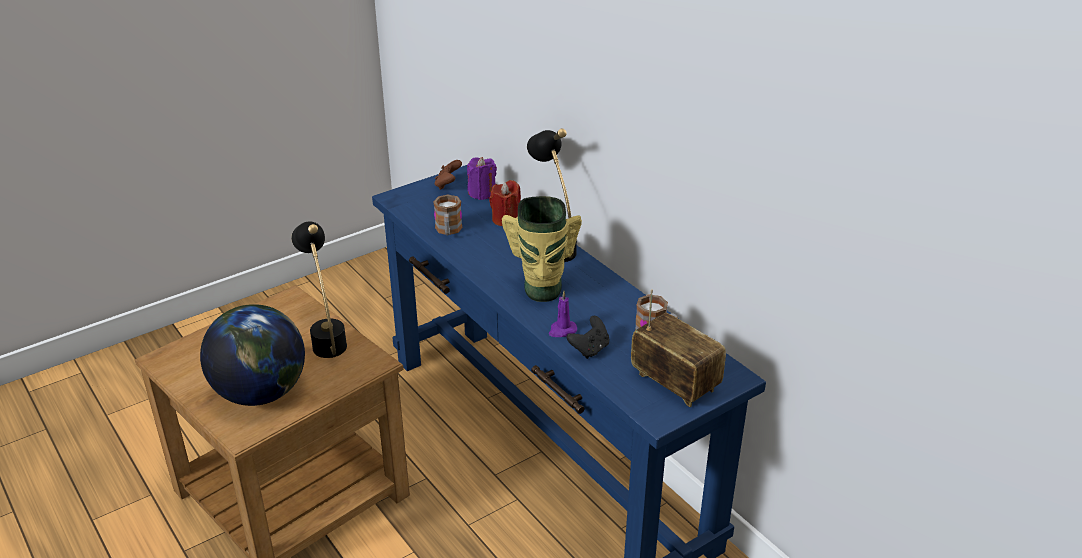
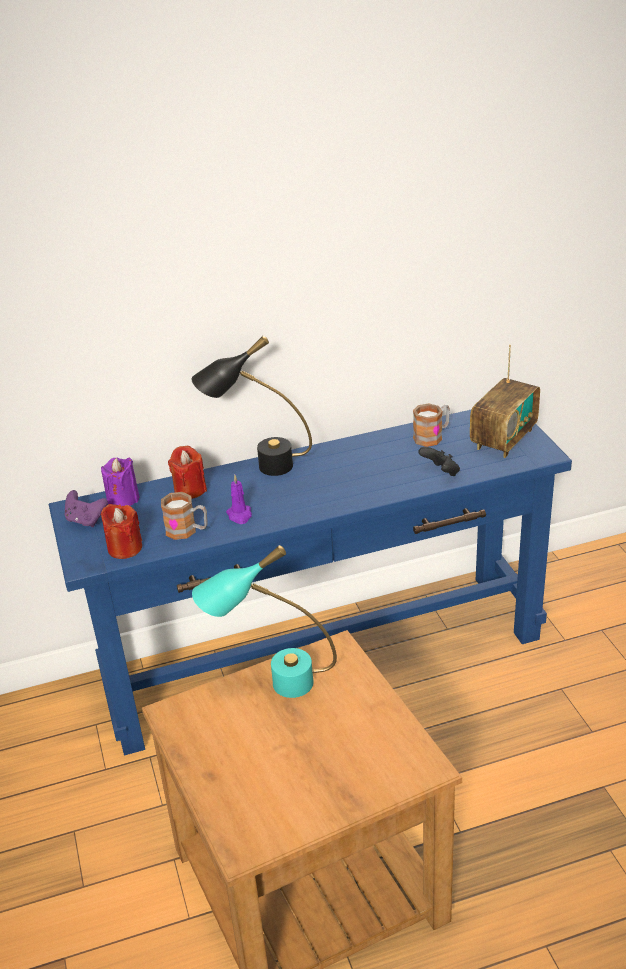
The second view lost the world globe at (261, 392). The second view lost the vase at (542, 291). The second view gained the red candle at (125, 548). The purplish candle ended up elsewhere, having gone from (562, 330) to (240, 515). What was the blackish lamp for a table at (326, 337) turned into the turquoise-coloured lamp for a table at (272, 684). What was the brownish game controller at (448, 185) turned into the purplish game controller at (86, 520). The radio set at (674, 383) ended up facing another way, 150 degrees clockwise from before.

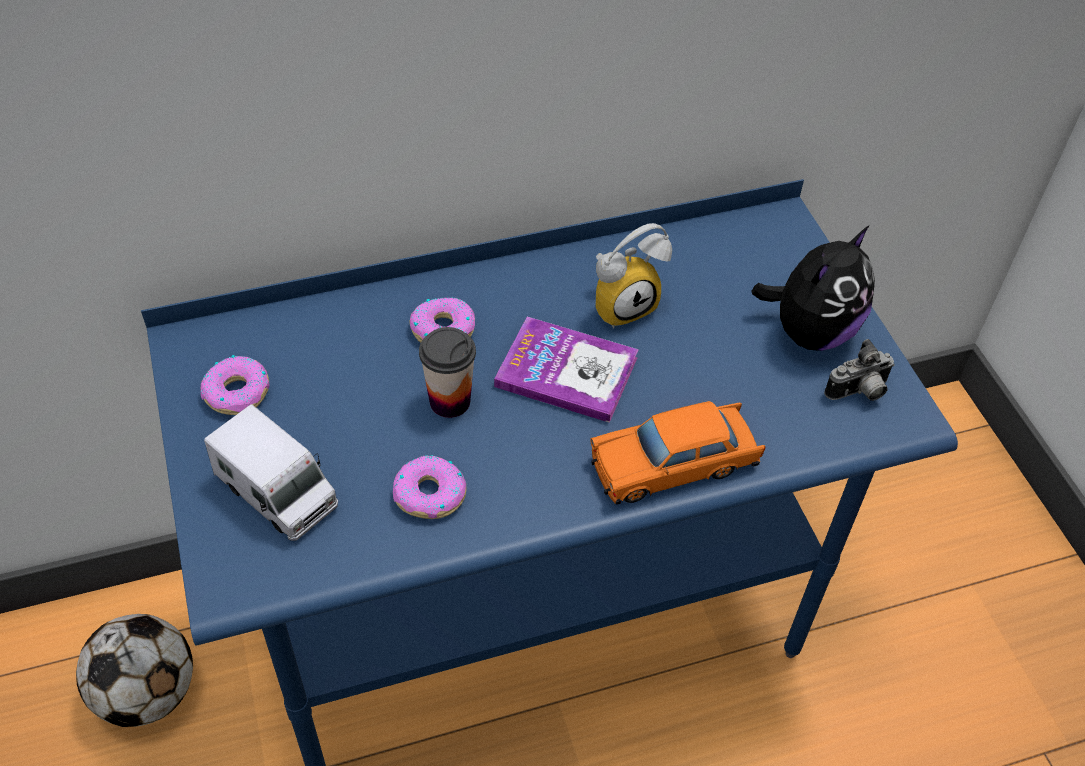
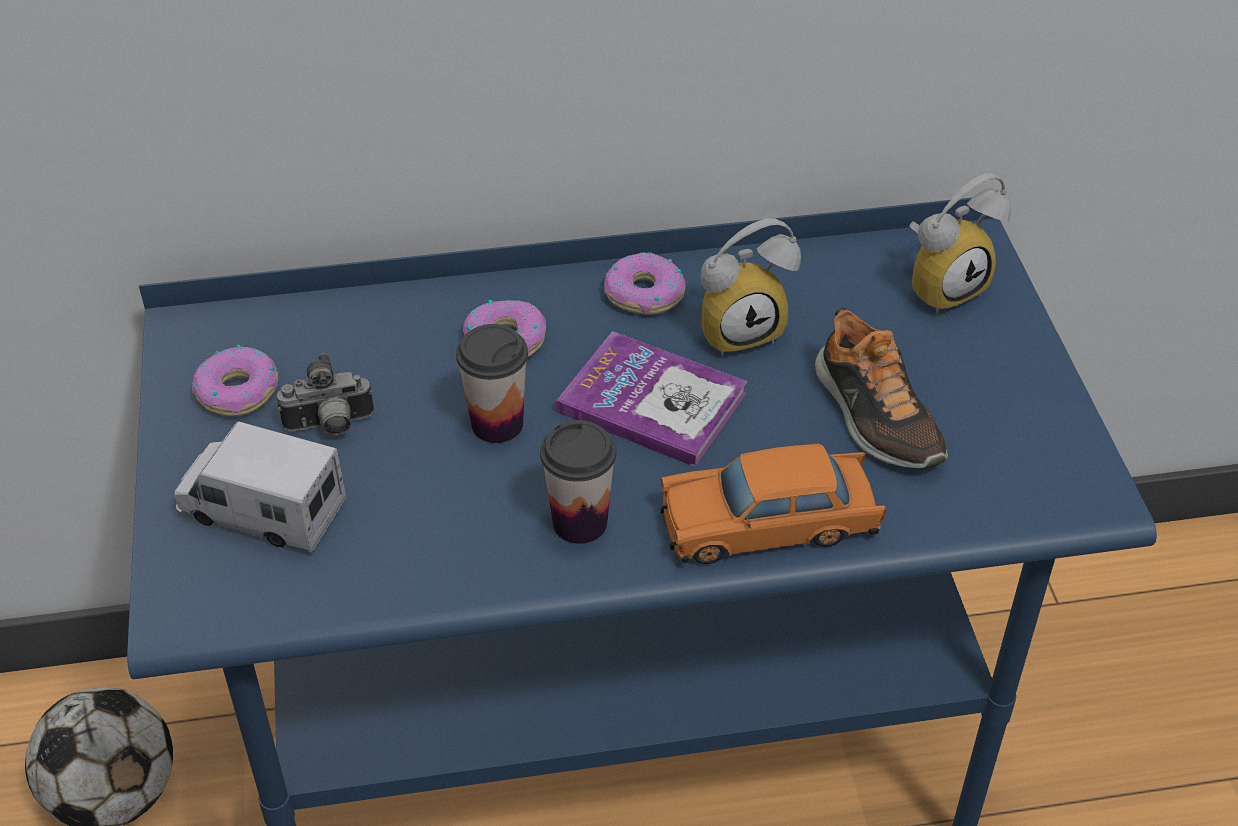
The second view lost the cuddly toy at (810, 331). The second view gained the cup at (580, 522). The second view gained the shoe at (875, 416). The second view gained the bedside clock at (943, 285). The donut ended up elsewhere, having gone from (429, 494) to (644, 294). The still camera ended up elsewhere, having gone from (859, 393) to (330, 426). The toy lorry at (277, 492) ended up facing another way, 150 degrees clockwise from before.

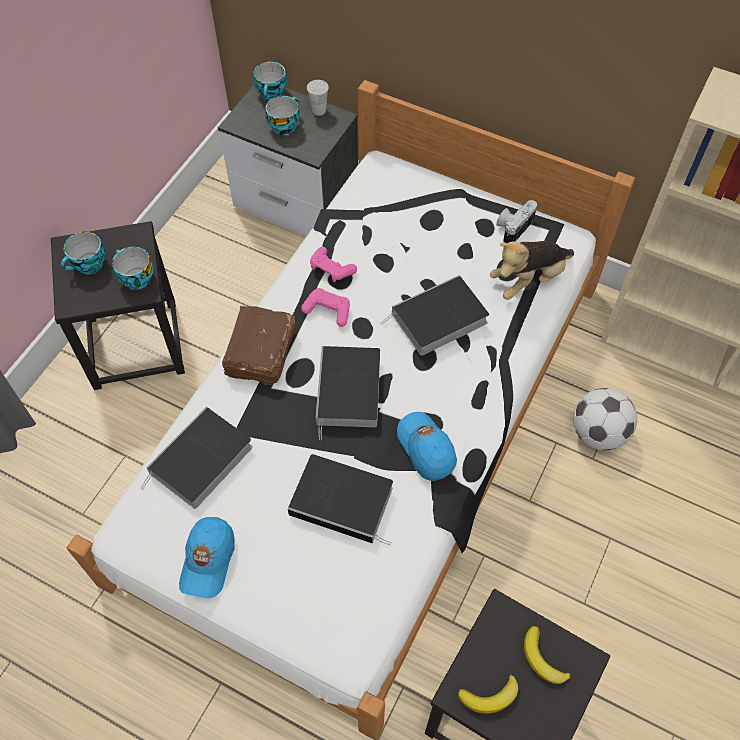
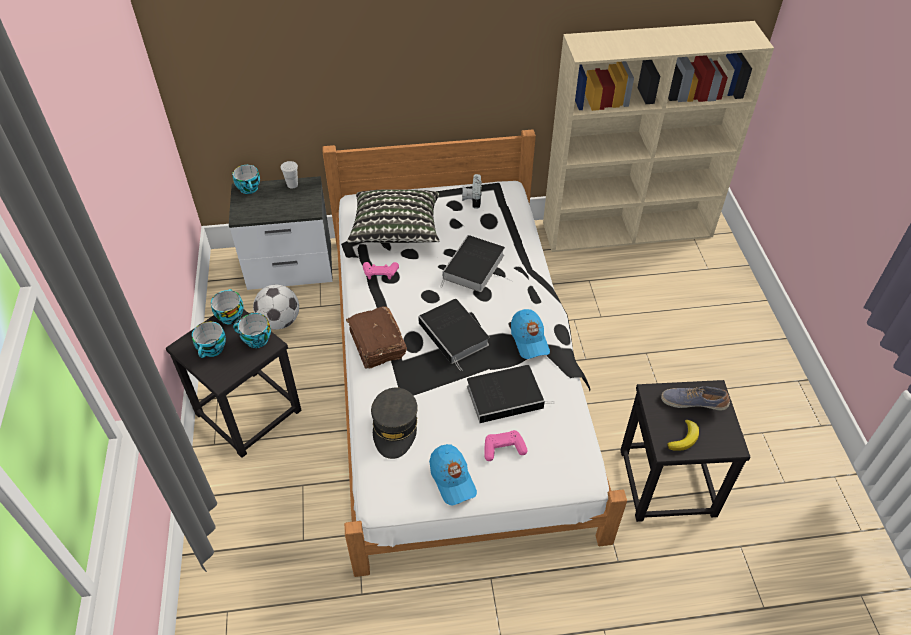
The second view lost the cuddly toy at (528, 280). The second view gained the cushion at (396, 231). The cup ended up elsewhere, having gone from (284, 125) to (230, 315). The pink-coloured game controller ended up elsewhere, having gone from (328, 310) to (503, 449). The ball for football ended up elsewhere, having gone from (598, 433) to (280, 321). Where the volume stood at (200, 463), the gray cap came to stand at (395, 428). Where the whole banana stood at (542, 659), the shoe came to stand at (693, 403). The bluish cap at (426, 449) ended up facing another way, 135 degrees counterclockwise from before.

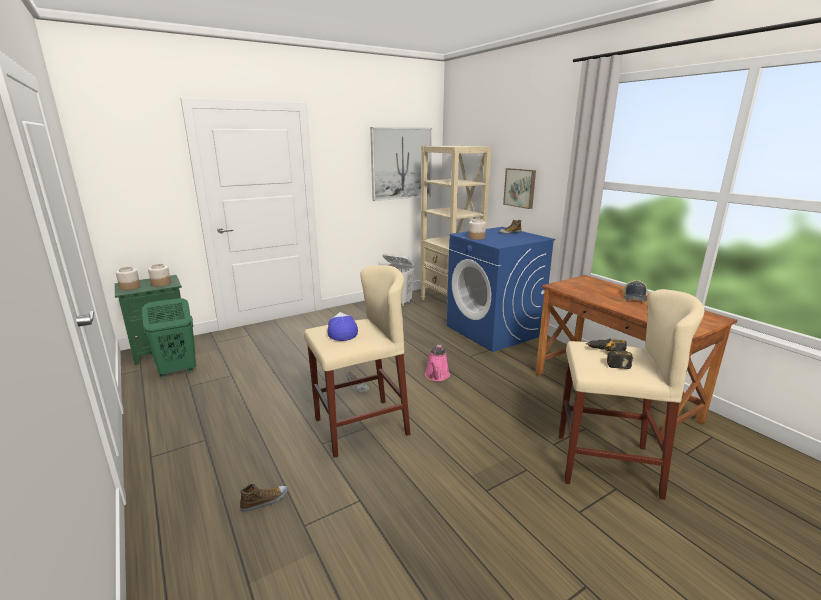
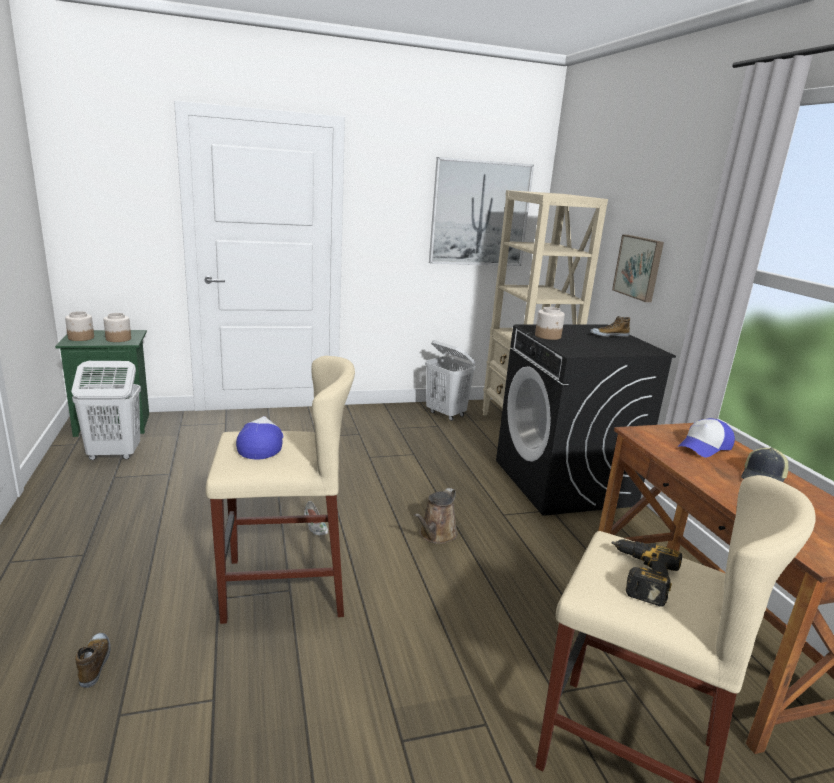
The second view gained the cap at (704, 447). What was the green laundry basket at (178, 371) turned into the whitish laundry basket at (114, 454). What was the pink-coloured watering pot at (437, 376) turned into the brownish watering pot at (436, 535). What was the bluish washing machine at (494, 331) turned into the blackish washing machine at (564, 483). The shoe at (265, 501) ended up facing another way, 90 degrees counterclockwise from before.

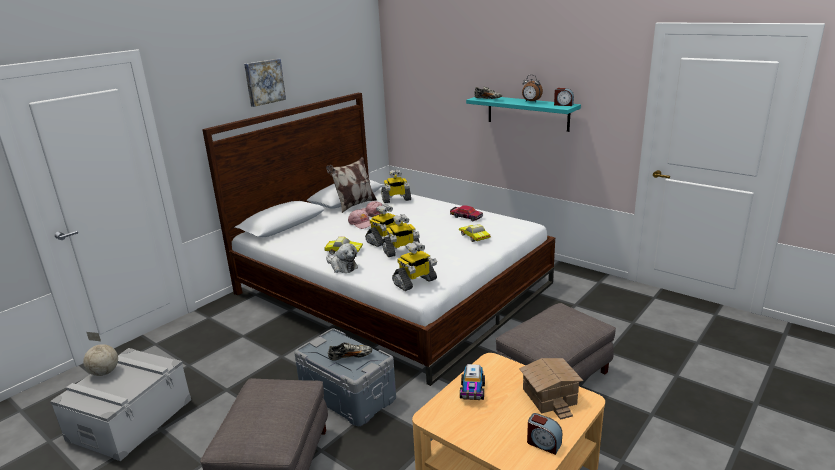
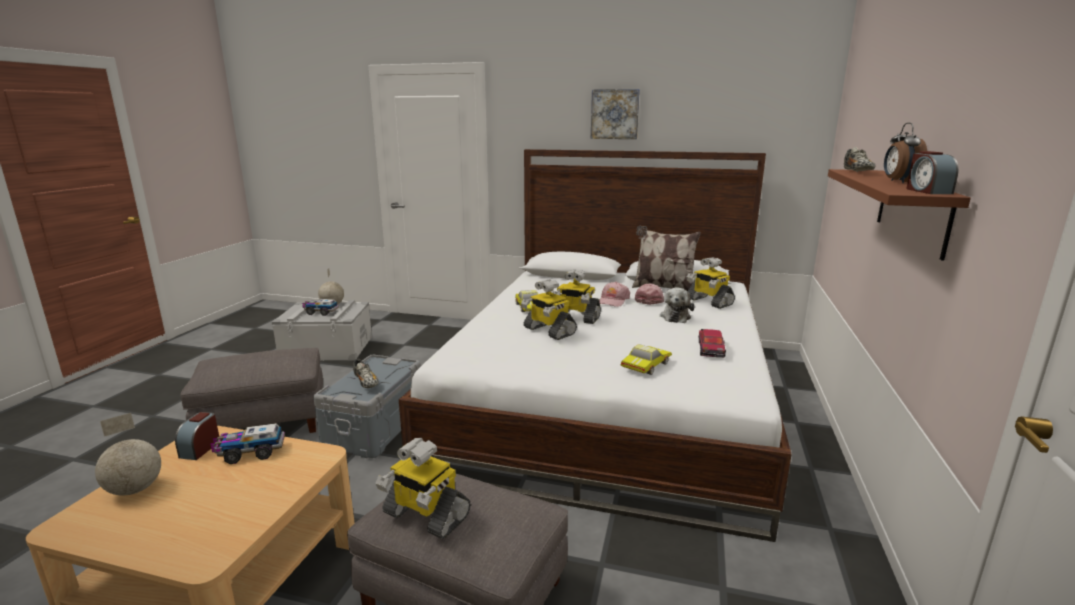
The second view lost the miniature house at (548, 396). The second view gained the world globe at (135, 489). The second view gained the toy lorry at (320, 312). The cuddly toy ended up elsewhere, having gone from (342, 267) to (675, 316). The model robot ended up elsewhere, having gone from (415, 282) to (425, 515). The bedside clock ended up elsewhere, having gone from (543, 443) to (200, 448). What was the turquoise-coloured shelf at (527, 113) turned into the brownish shelf at (912, 210).

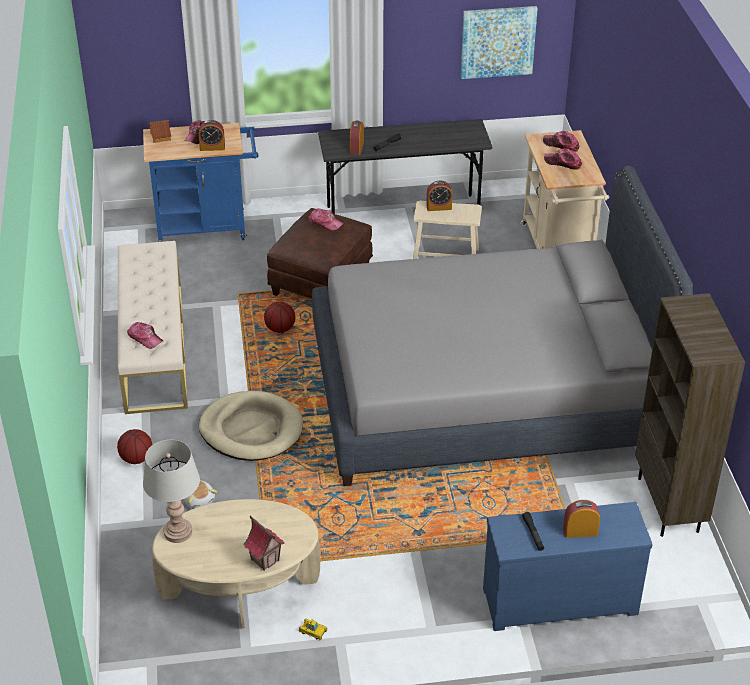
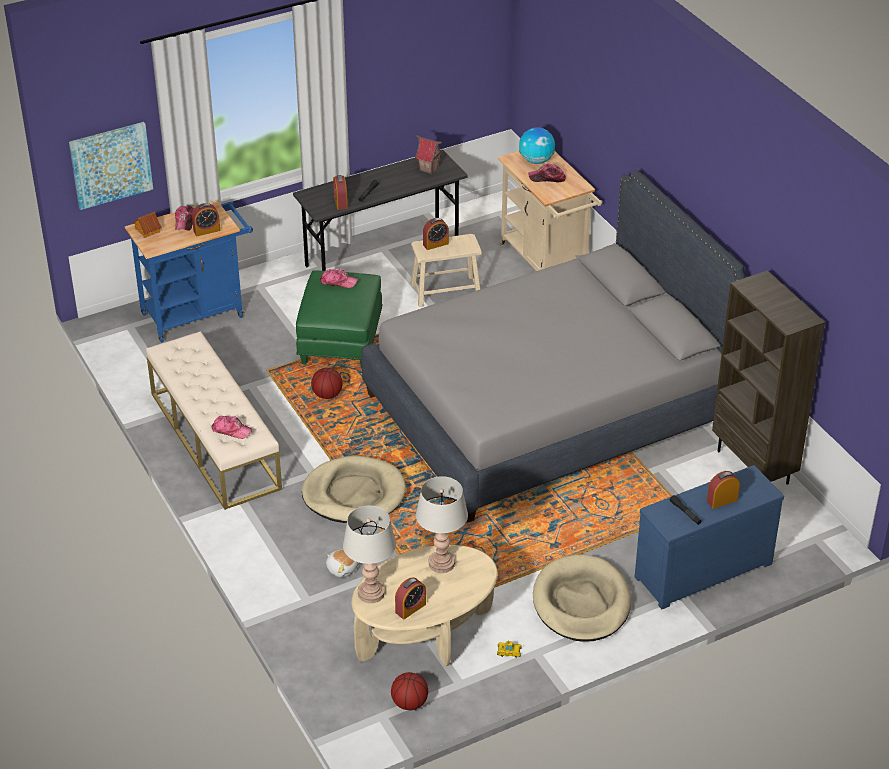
The second view gained the bedside clock at (410, 608). The second view gained the gray lamp for a table at (441, 563). The second view gained the beige-coloured pet bed at (581, 602). The basketball ended up elsewhere, having gone from (136, 458) to (409, 703). The miniature house ended up elsewhere, having gone from (265, 559) to (428, 168). The wall picture ended up elsewhere, having gone from (498, 41) to (111, 164). Where the cap stood at (561, 145), the world globe came to stand at (536, 161). What was the brownish ottoman at (320, 280) turned into the green ottoman at (340, 340).

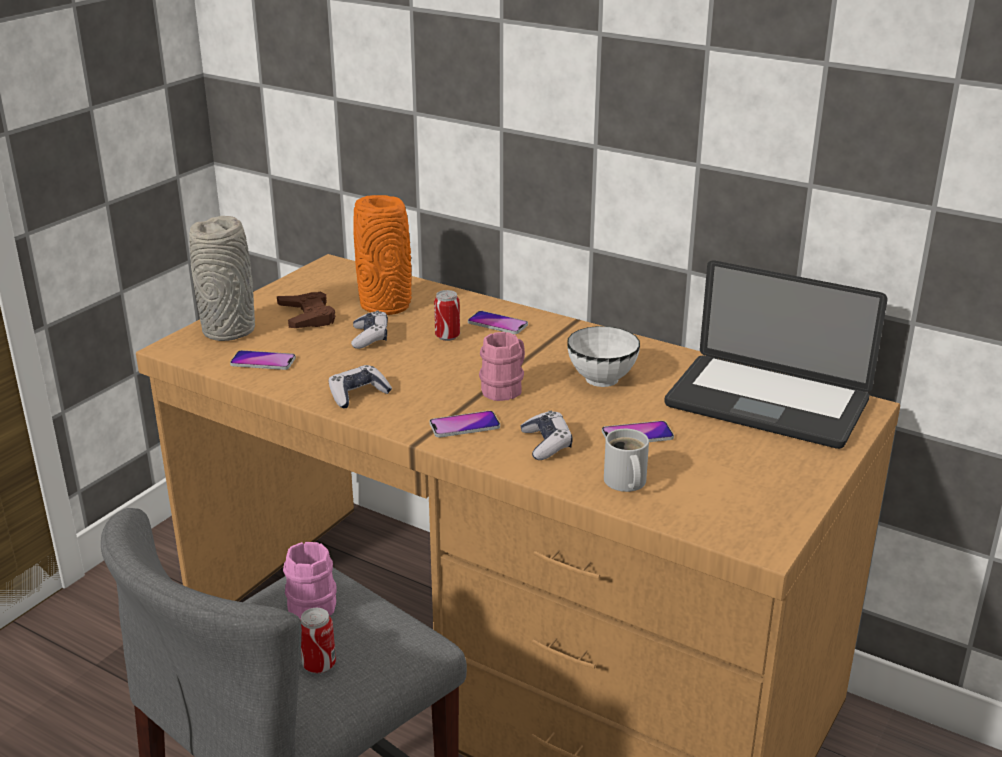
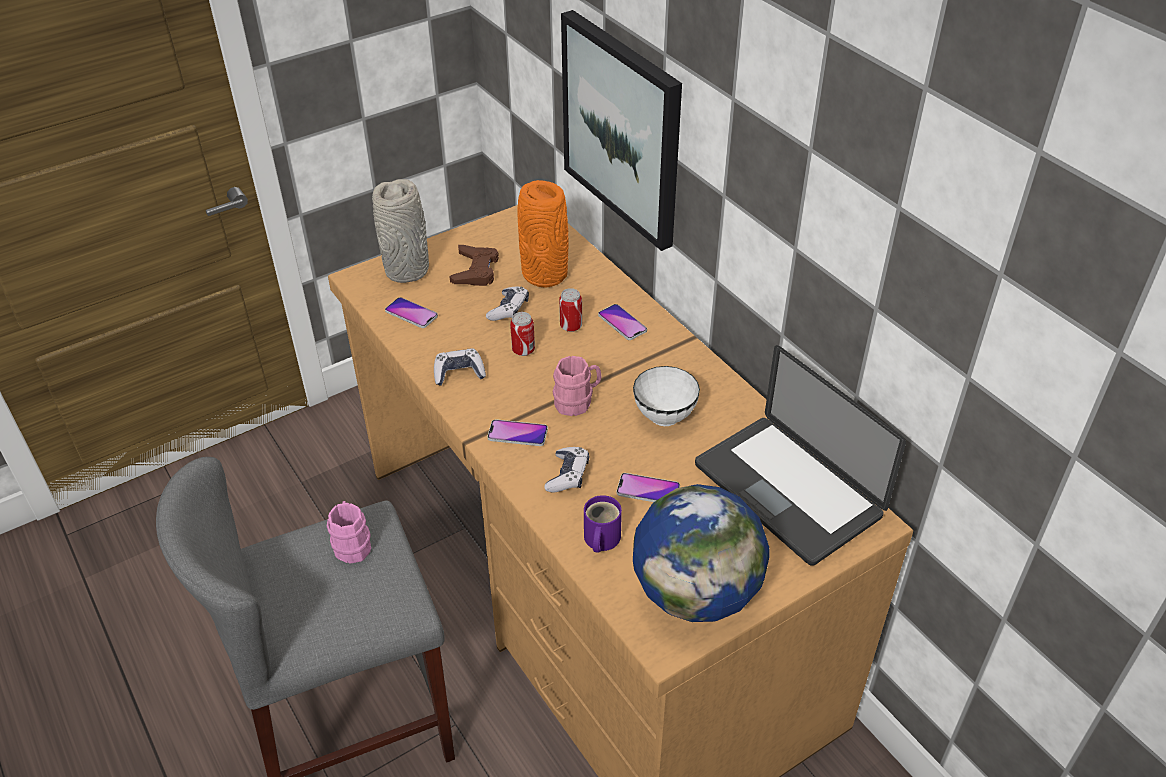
The second view gained the wall picture at (623, 128). The second view gained the world globe at (696, 593). The metal can ended up elsewhere, having gone from (319, 665) to (523, 350). What was the whitish mug at (624, 483) turned into the purplish mug at (600, 539).

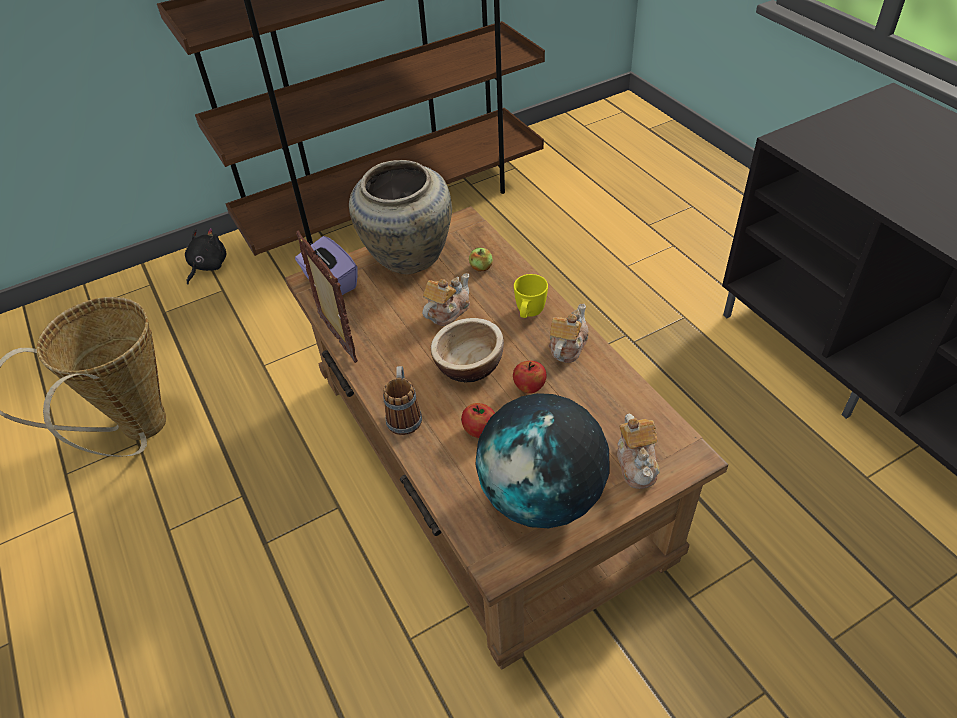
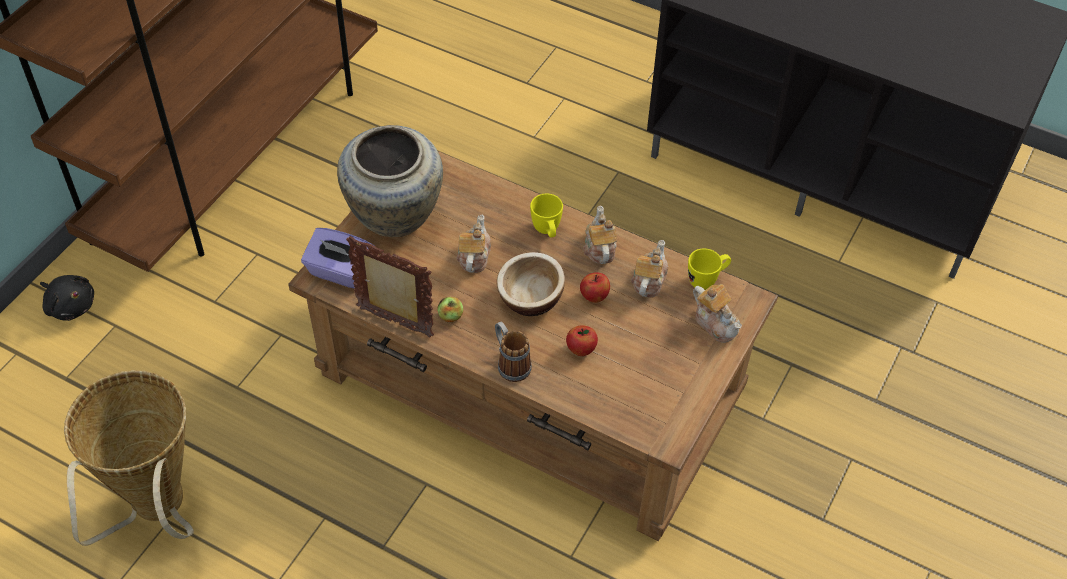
The second view lost the world globe at (542, 497). The second view gained the tea pot at (648, 281). The second view gained the yellow-coloured mug at (707, 280). The whole apple ended up elsewhere, having gone from (481, 267) to (450, 316). The blackish cuddly toy at (207, 266) ended up facing another way, 135 degrees clockwise from before.

